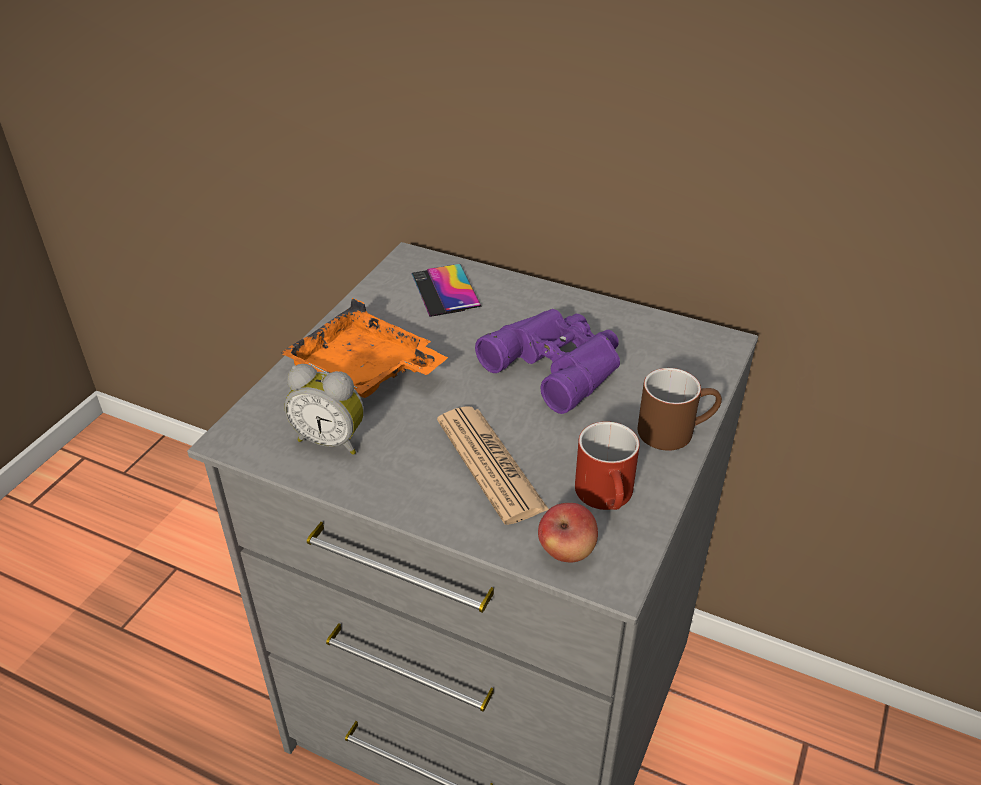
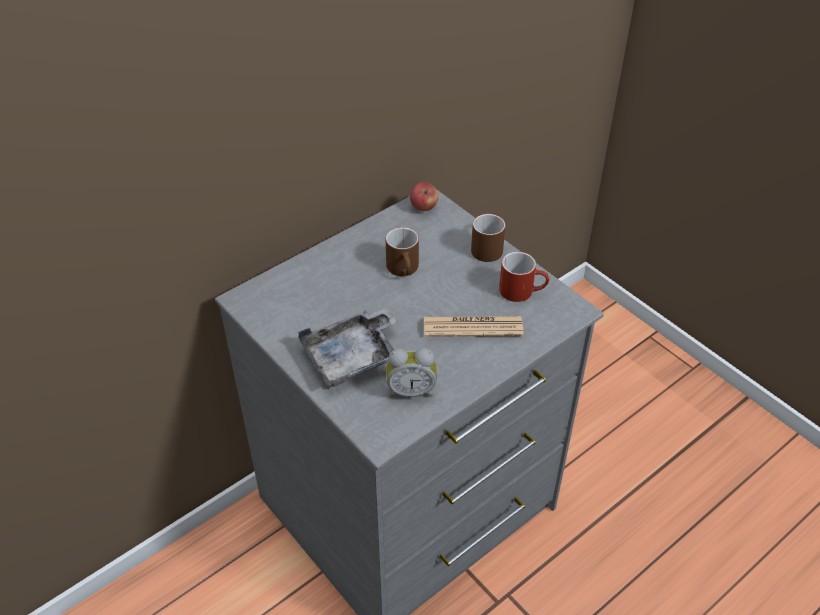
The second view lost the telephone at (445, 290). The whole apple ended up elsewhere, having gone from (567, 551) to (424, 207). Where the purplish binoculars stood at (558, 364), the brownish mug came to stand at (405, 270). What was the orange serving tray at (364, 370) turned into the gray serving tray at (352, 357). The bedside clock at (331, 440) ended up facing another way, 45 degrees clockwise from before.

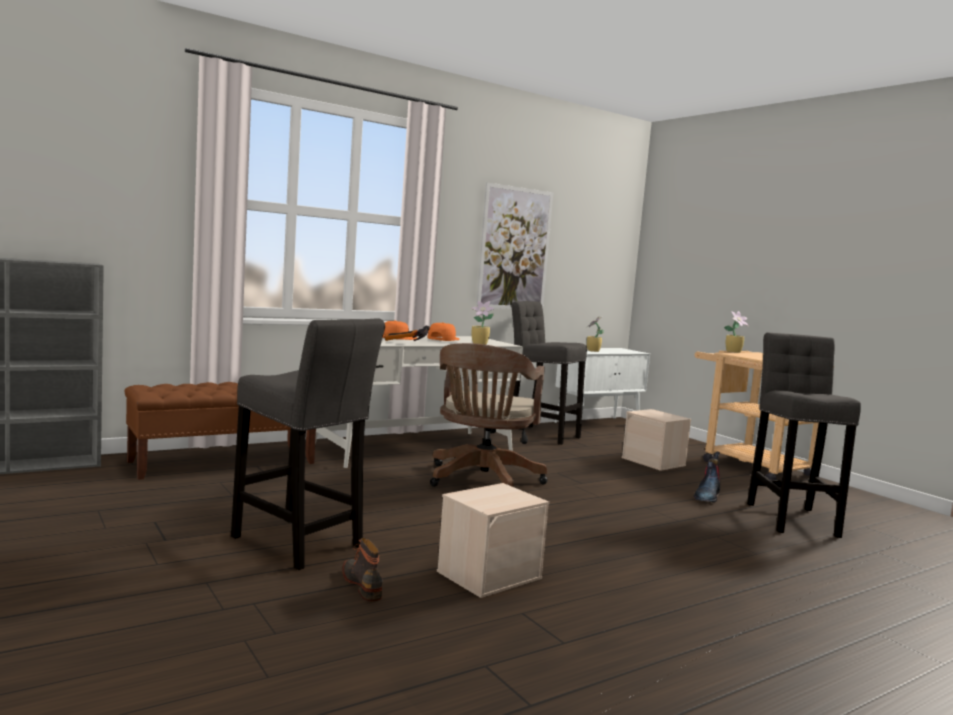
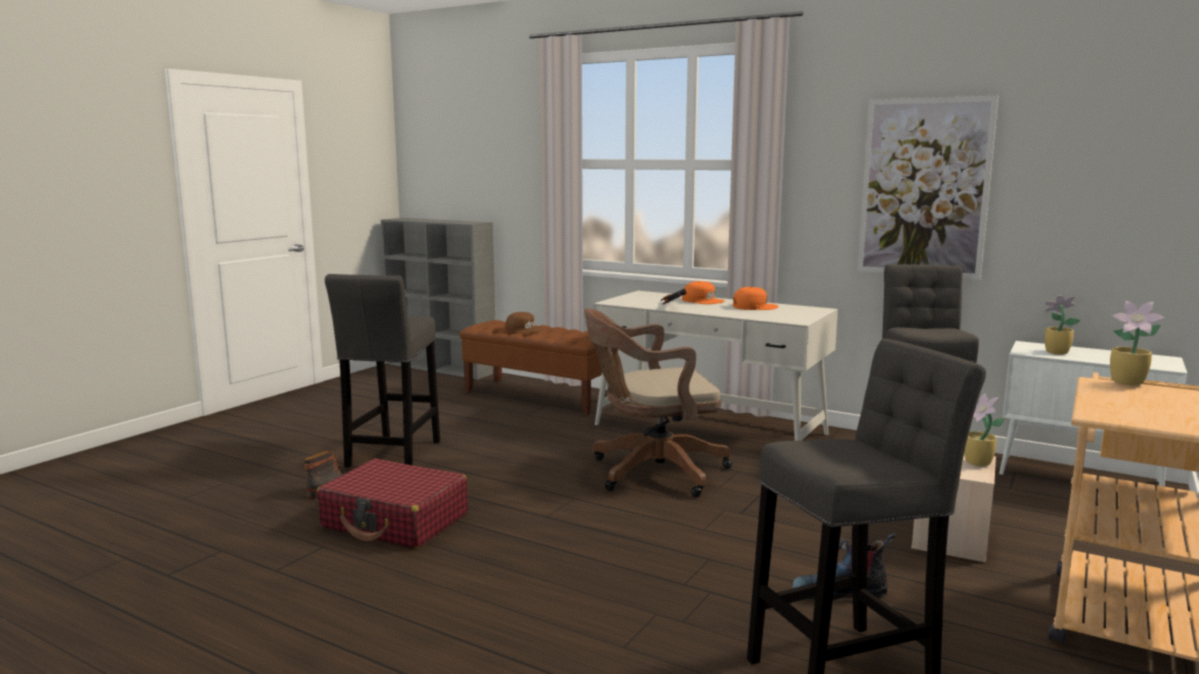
The second view gained the brownish cap at (524, 329). The potted plant ended up elsewhere, having gone from (480, 344) to (978, 463). Where the beige-coloured storage box stood at (489, 574), the red suitcase came to stand at (395, 521).

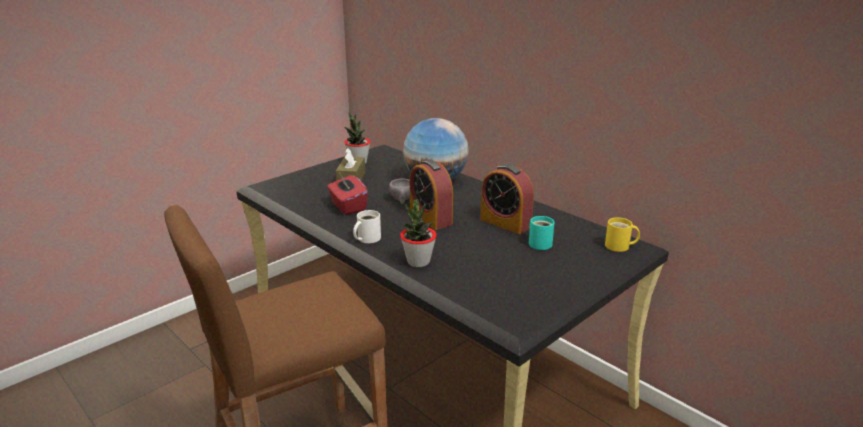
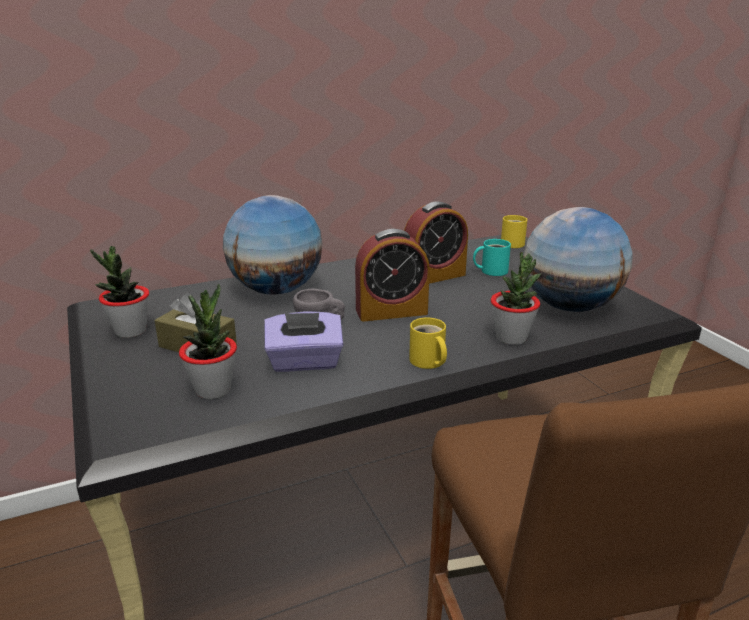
The second view gained the potted plant at (213, 389). The second view gained the world globe at (570, 307). What was the red tissue holder at (348, 206) turned into the purplish tissue holder at (305, 362). What was the whitish mug at (367, 238) turned into the yellow-coloured mug at (427, 362).

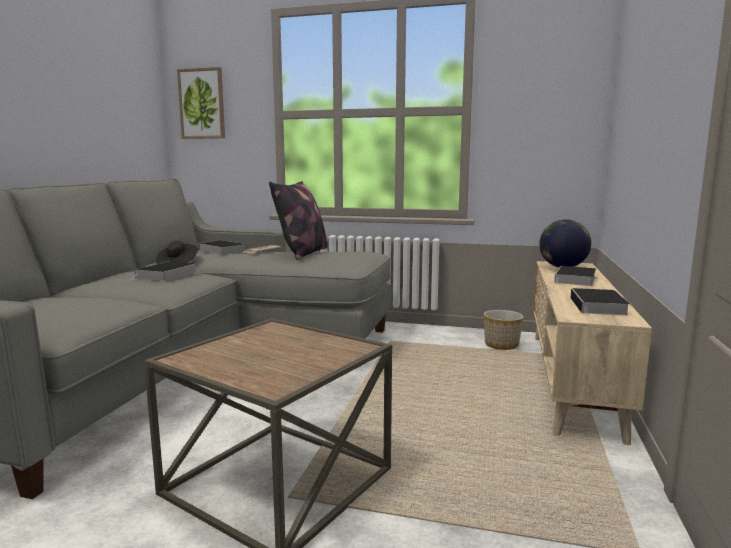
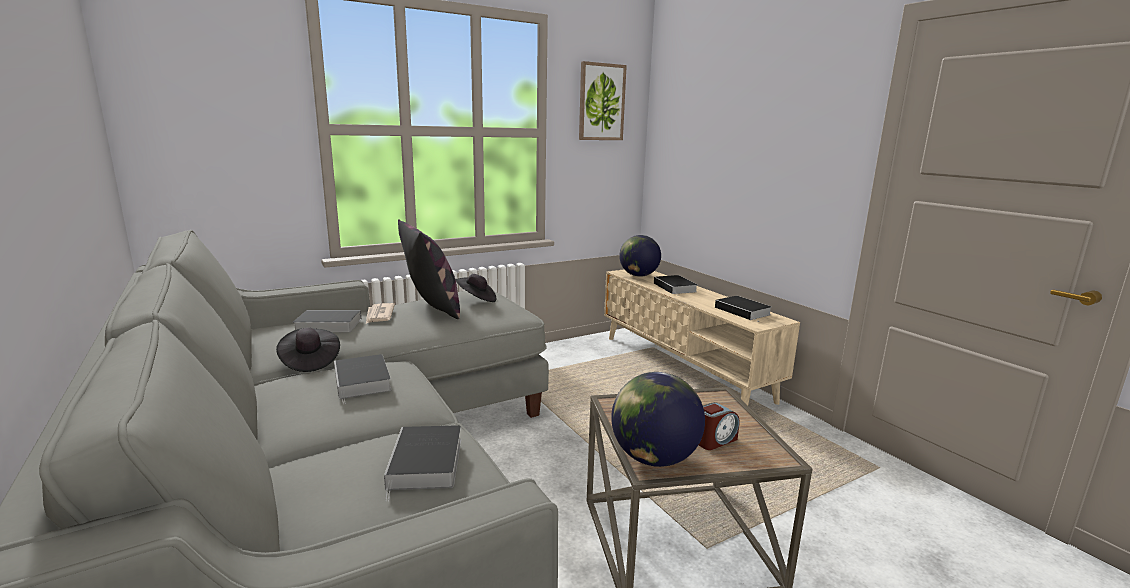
The second view lost the planter at (502, 345). The second view gained the volume at (426, 464). The second view gained the blackish clothing hat at (476, 299). The second view gained the world globe at (653, 458). The second view gained the bedside clock at (714, 440). The wall picture ended up elsewhere, having gone from (202, 104) to (601, 102).

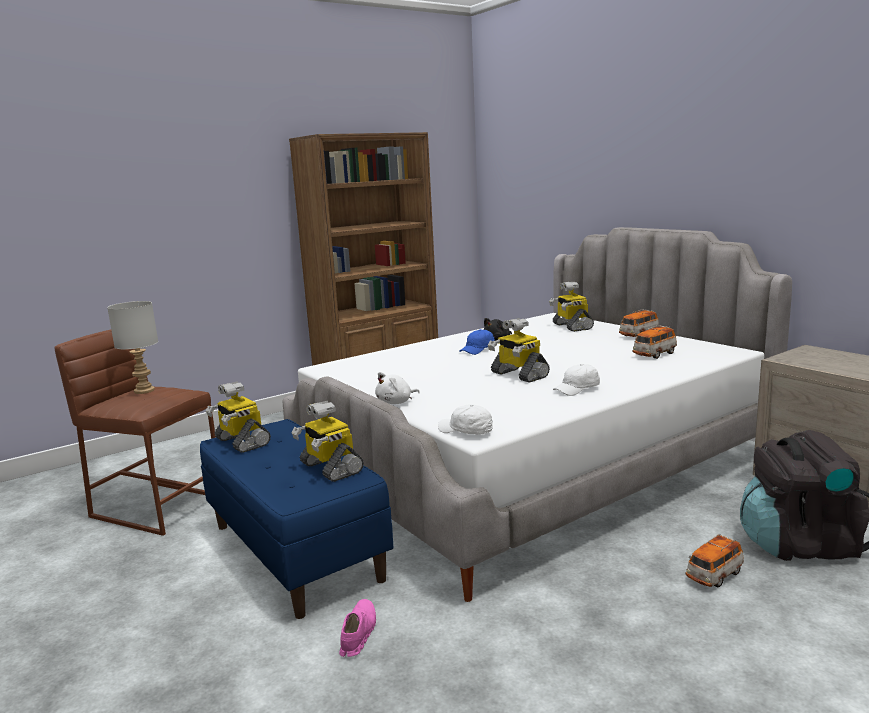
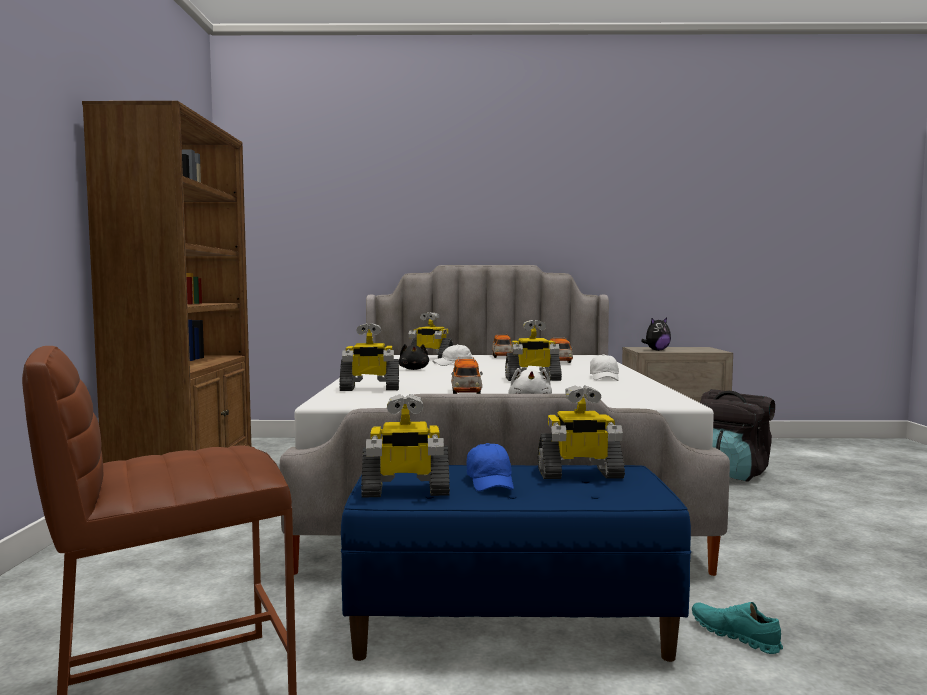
The second view lost the gray lamp for a table at (143, 390). The second view gained the model robot at (369, 389). The second view gained the cuddly toy at (656, 350). The whitish cap ended up elsewhere, having gone from (466, 431) to (453, 364). The bluish cap ended up elsewhere, having gone from (478, 350) to (490, 482). The toy car ended up elsewhere, having gone from (714, 575) to (466, 392). What was the pink-coloured shoe at (358, 634) turned into the turquoise-coloured shoe at (734, 636).

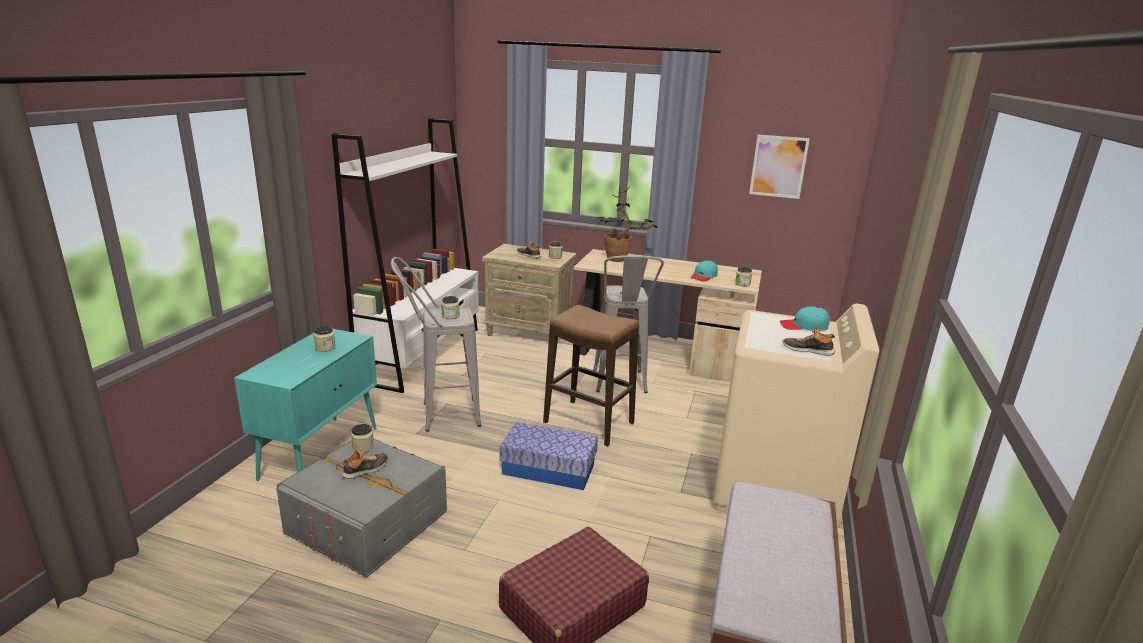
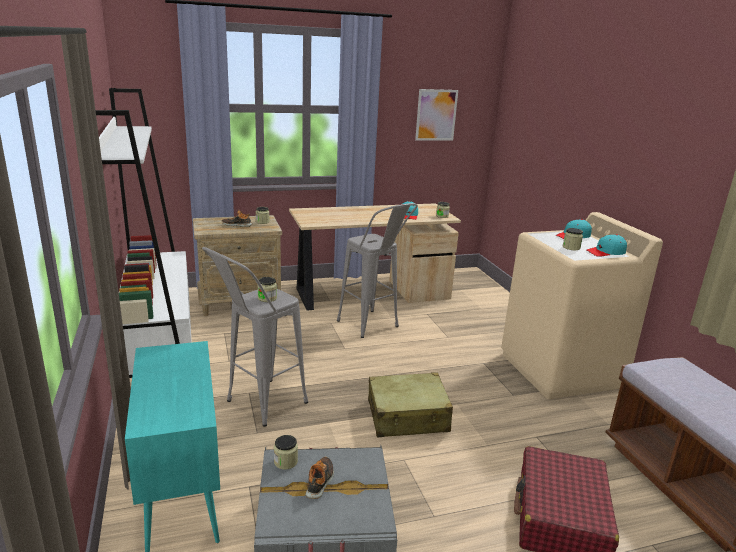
The second view lost the stool seat at (589, 423). The second view lost the potted plant at (621, 259). The jar ended up elsewhere, having gone from (325, 348) to (571, 247). Where the storage box stood at (548, 469), the beige-coloured suitcase came to stand at (408, 416). Where the shoe stood at (807, 350), the turquoise-coloured cap came to stand at (606, 252).

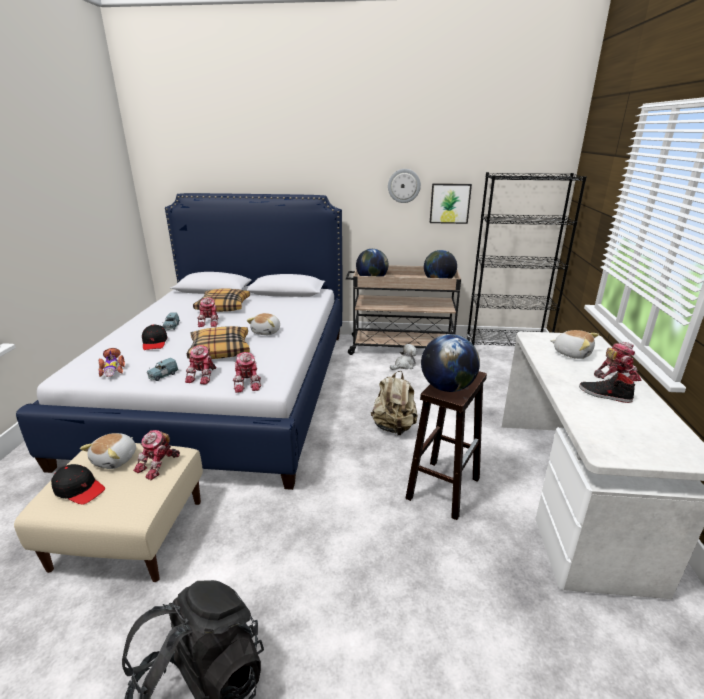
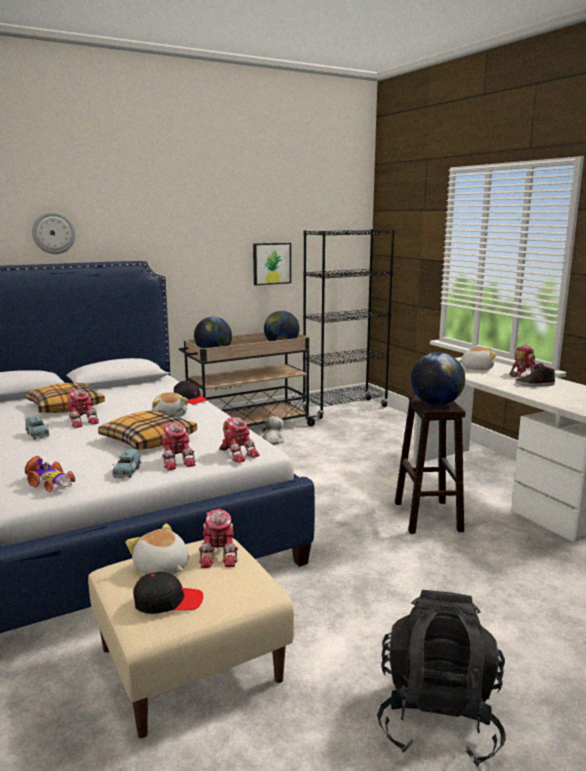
The second view lost the beige-coloured backpack at (394, 427). The blackish cap ended up elsewhere, having gone from (155, 342) to (190, 399). The hanging clock ended up elsewhere, having gone from (404, 186) to (53, 232). The cuddly toy at (116, 459) ended up facing another way, 150 degrees clockwise from before.

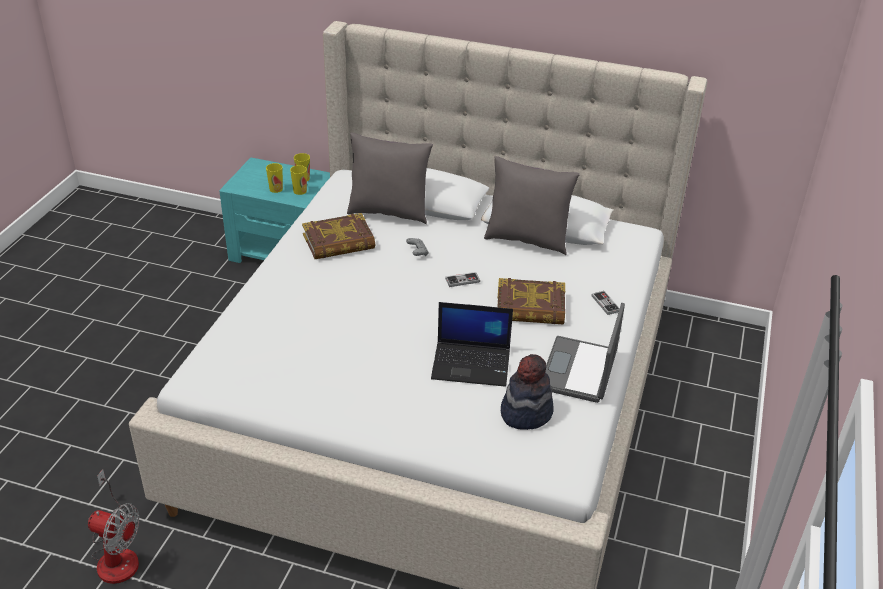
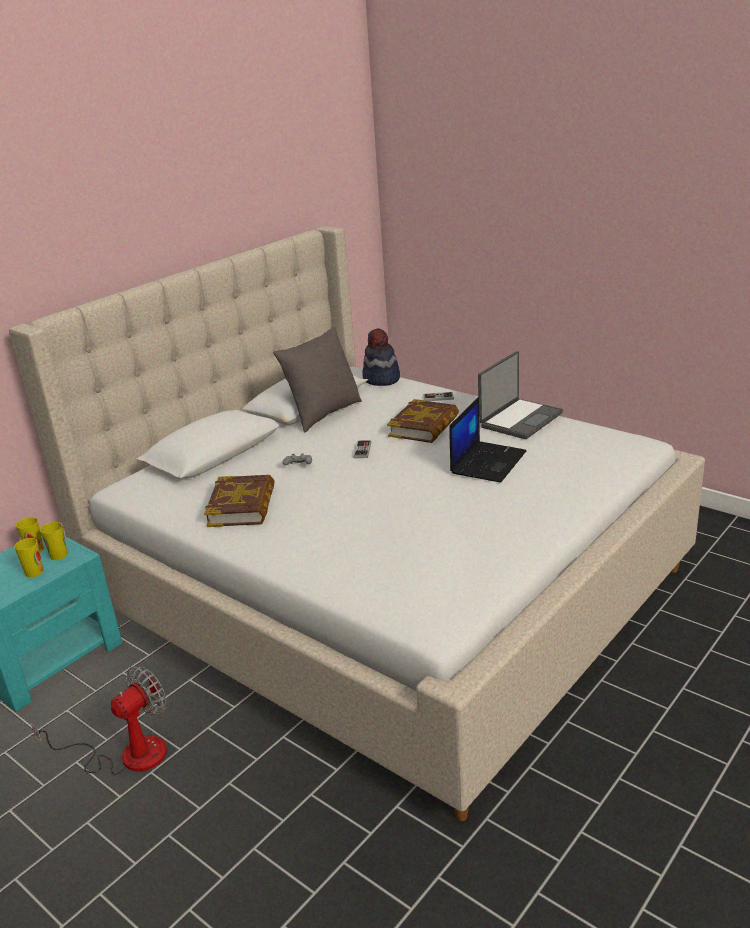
The second view lost the gray cushion at (388, 212). The fan ended up elsewhere, having gone from (116, 554) to (127, 754). The clothing hat ended up elsewhere, having gone from (525, 412) to (381, 379). The notebook computer at (580, 371) ended up facing another way, 90 degrees counterclockwise from before.

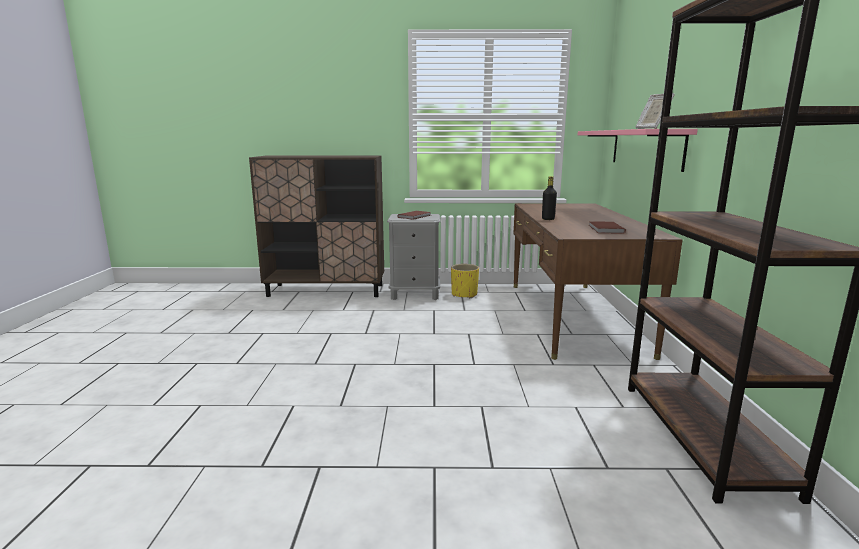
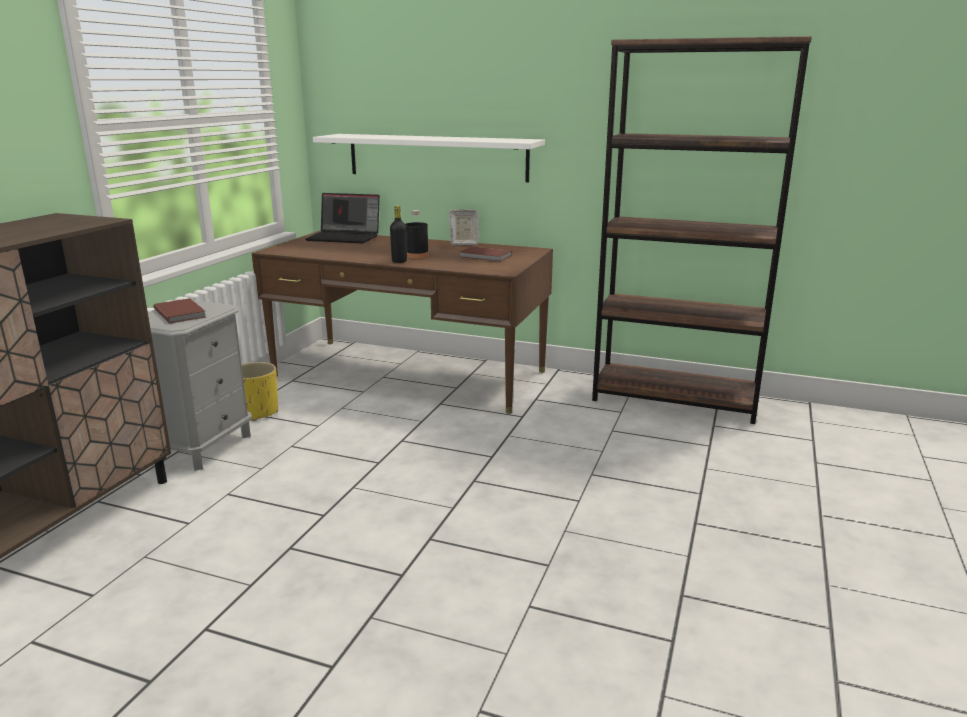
The second view gained the notebook computer at (345, 237). The second view gained the blackish beverage bottle at (417, 255). The photo frame ended up elsewhere, having gone from (651, 128) to (463, 244). What was the pink-coloured shelf at (645, 148) turned into the whitish shelf at (437, 157).

